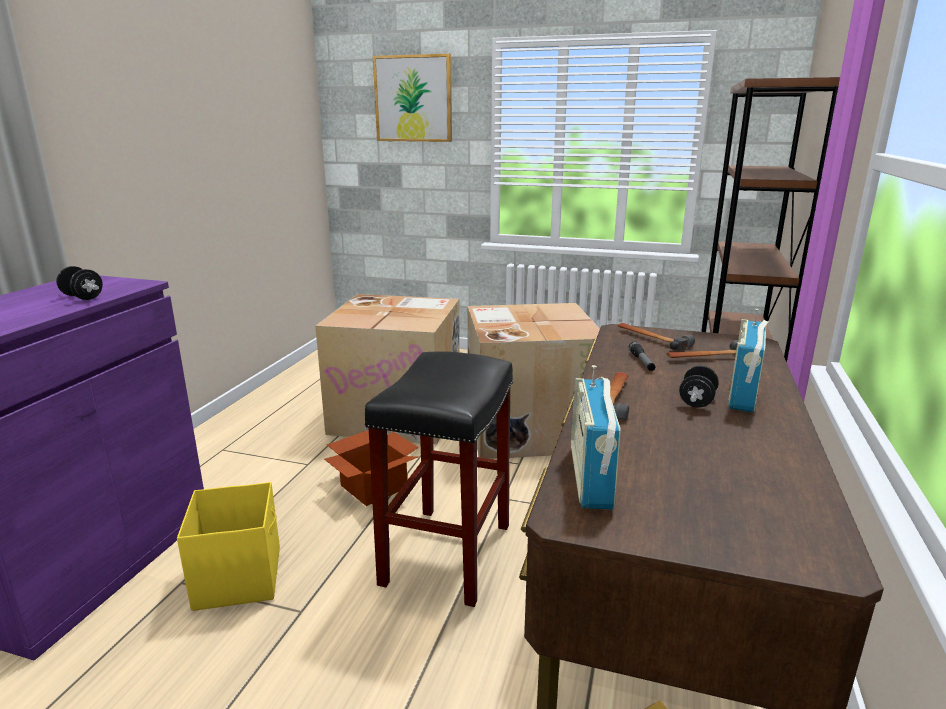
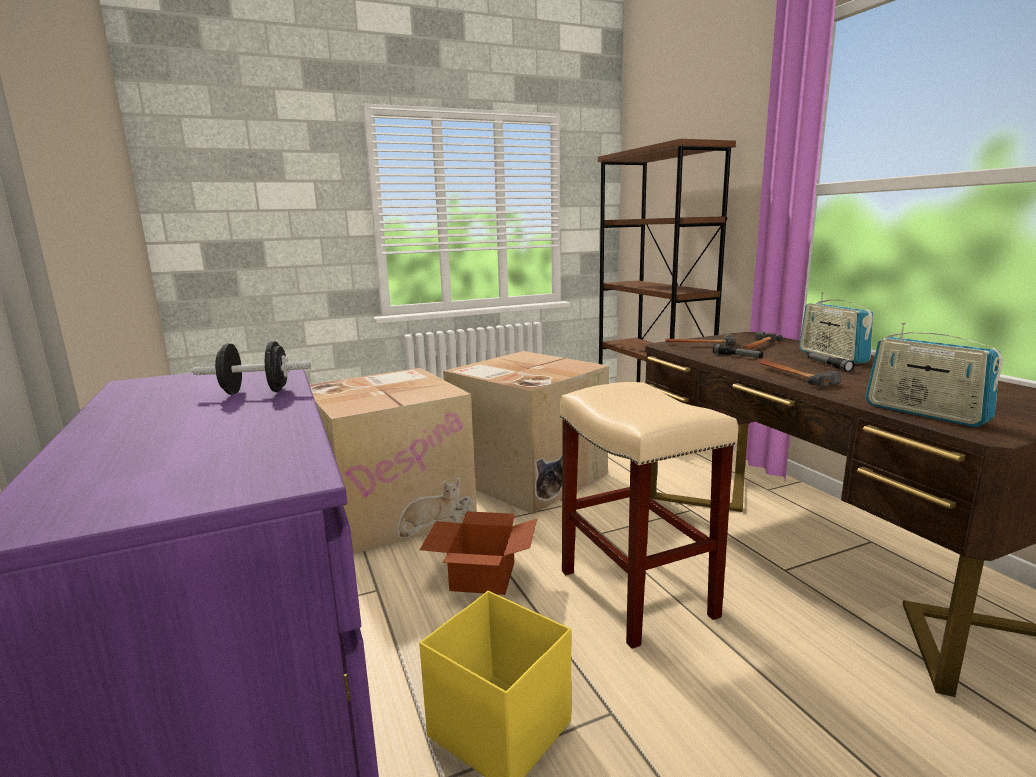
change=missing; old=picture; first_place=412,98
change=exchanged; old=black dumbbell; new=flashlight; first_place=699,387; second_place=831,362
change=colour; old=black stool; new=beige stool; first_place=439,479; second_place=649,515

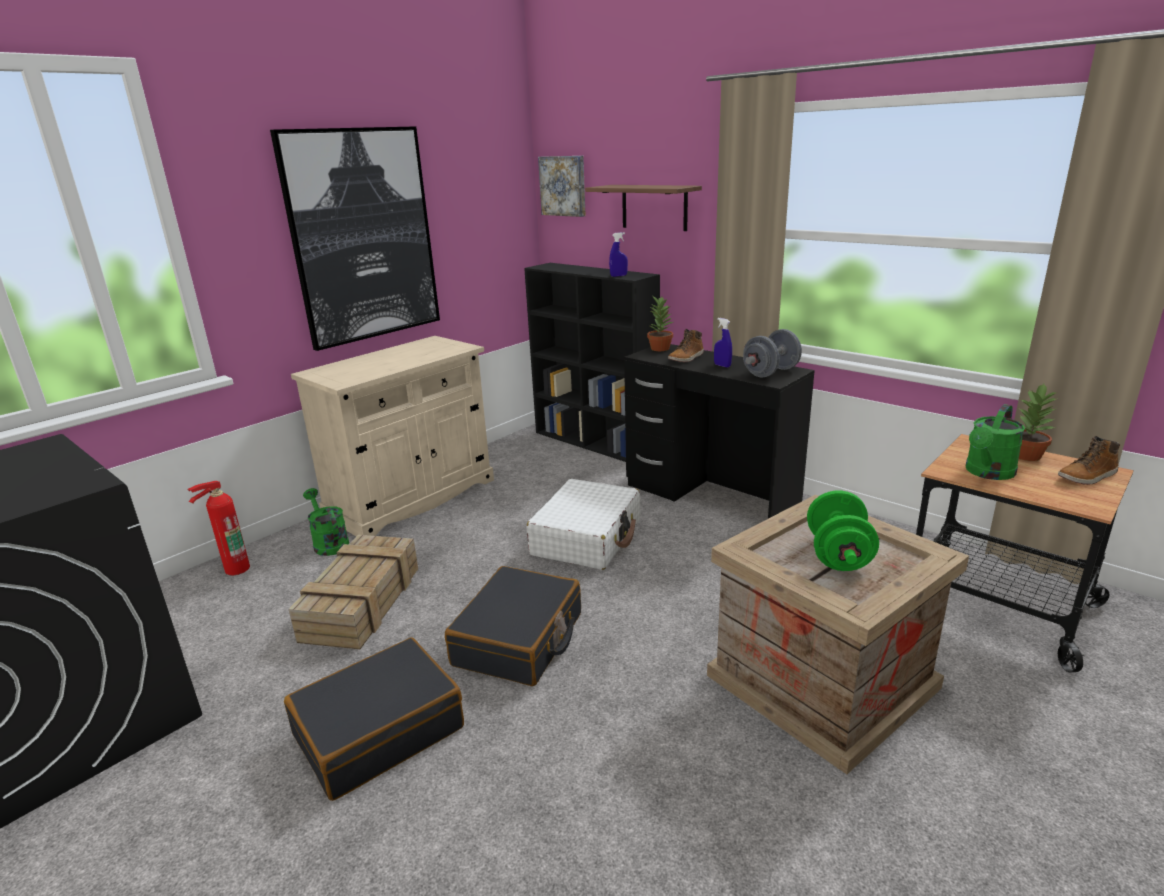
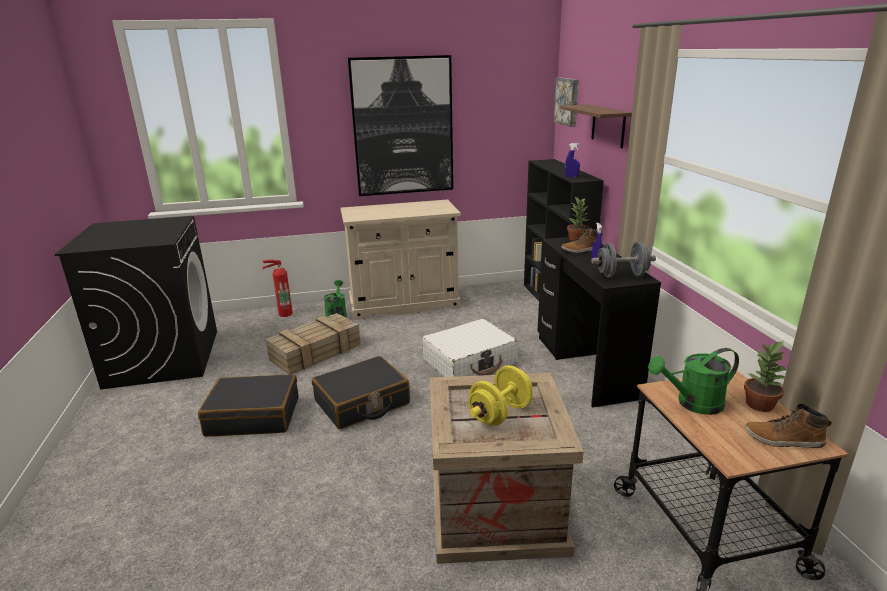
change=colour; old=green dumbbell; new=yellow dumbbell; first_place=843,530; second_place=500,395

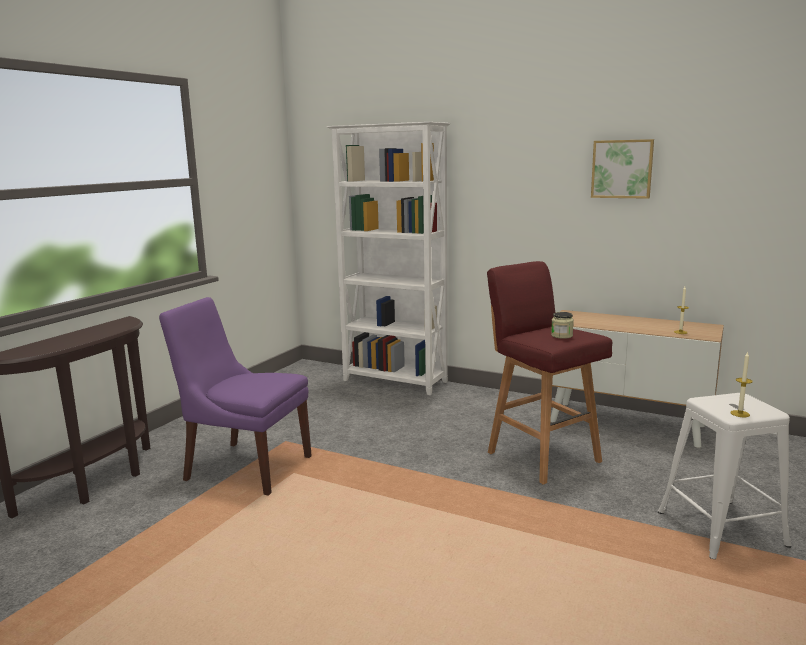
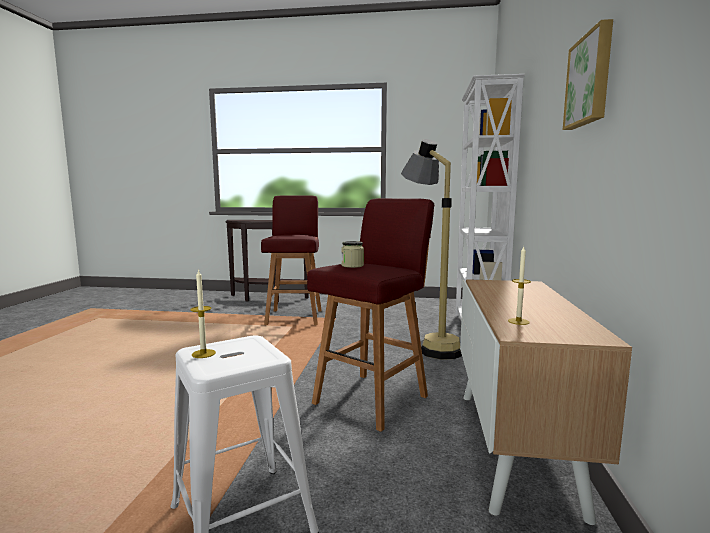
change=appeared; new=floor lamp; second_place=431,249
change=exchanged; old=purple chair; new=red stool; first_place=235,396; second_place=291,260

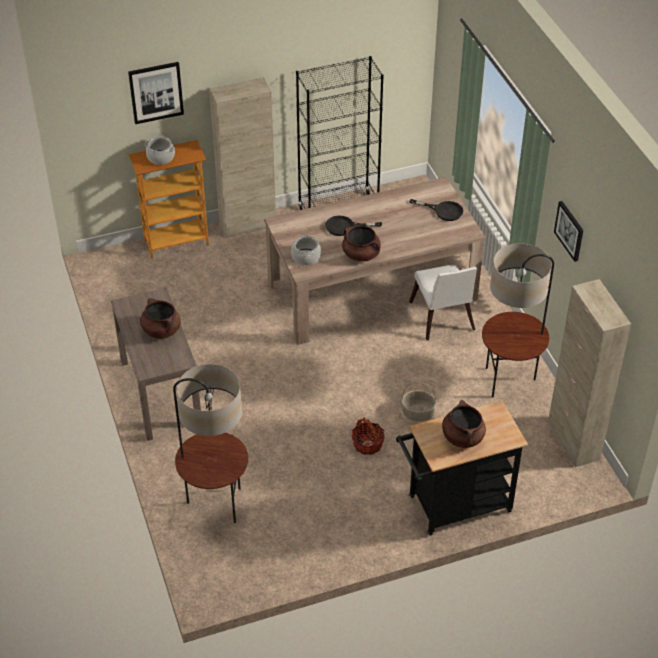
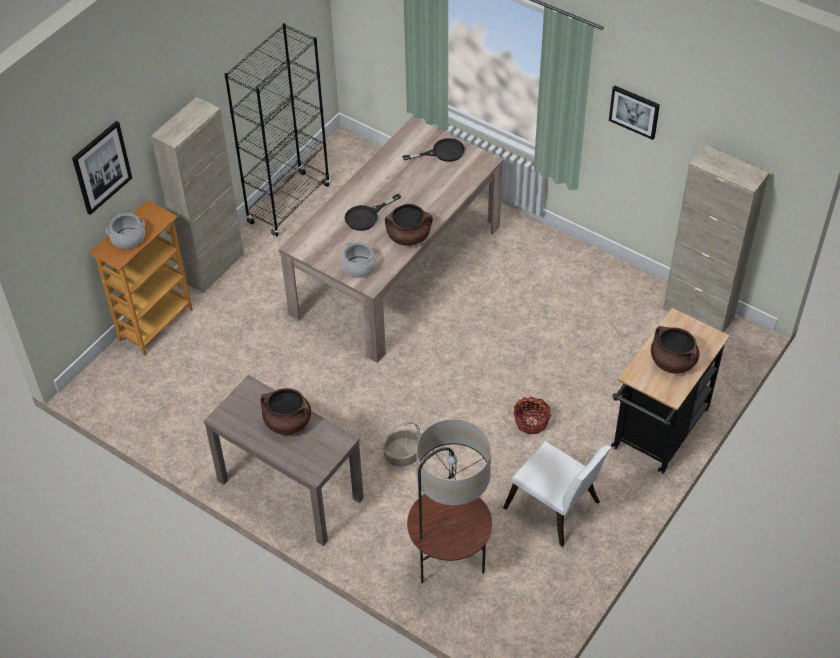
change=missing; old=floor lamp; first_place=518,320
change=relocated; old=basket; first_place=419,401; second_place=401,444
change=relocated; old=white chair; first_place=443,302; second_place=557,494

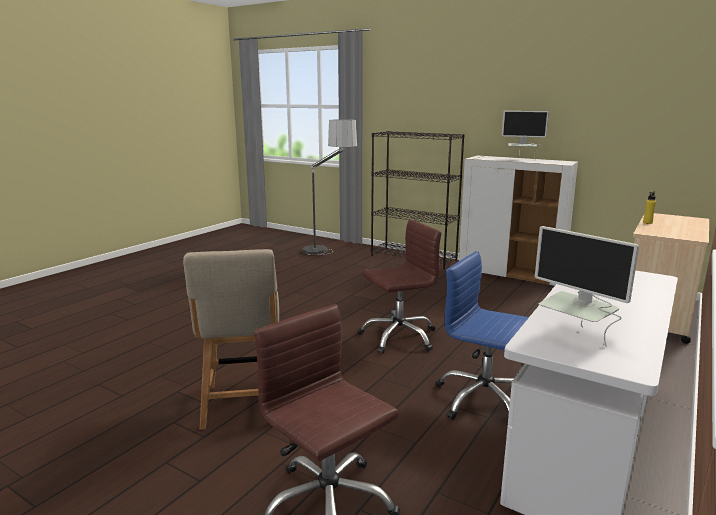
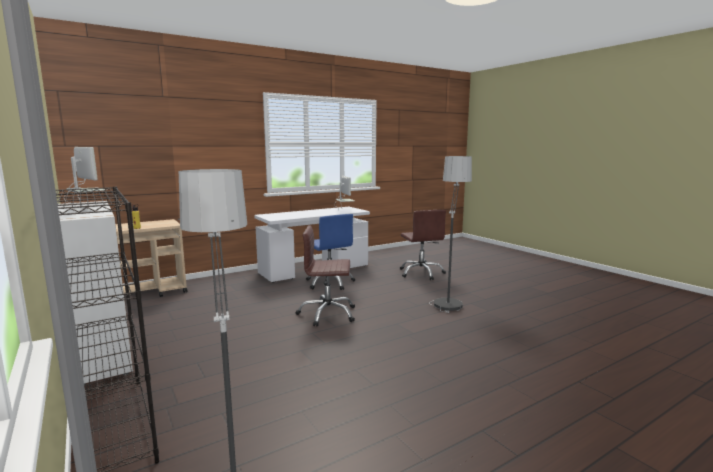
change=exchanged; old=beige chair; new=floor lamp; first_place=231,339; second_place=450,234

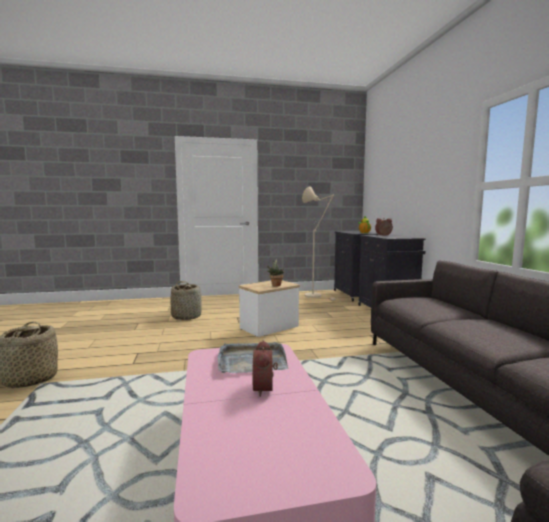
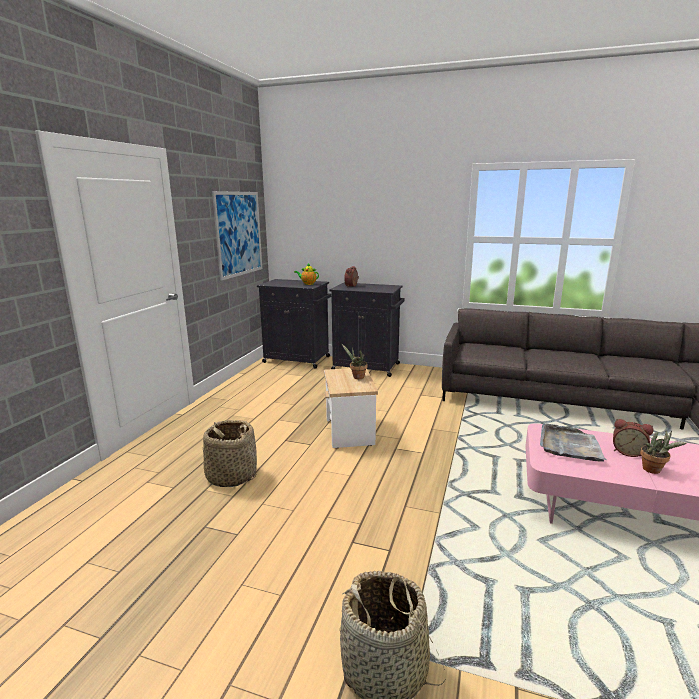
change=missing; old=beige floor lamp; first_place=319,243
change=appeared; new=picture; second_place=237,236
change=appeared; new=potted plant; second_place=663,452

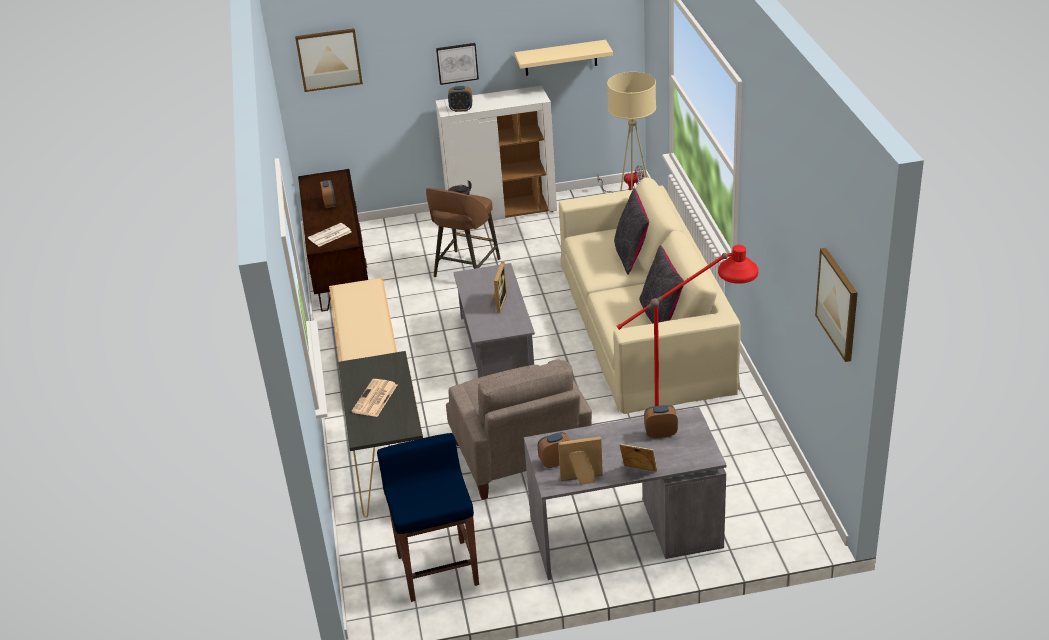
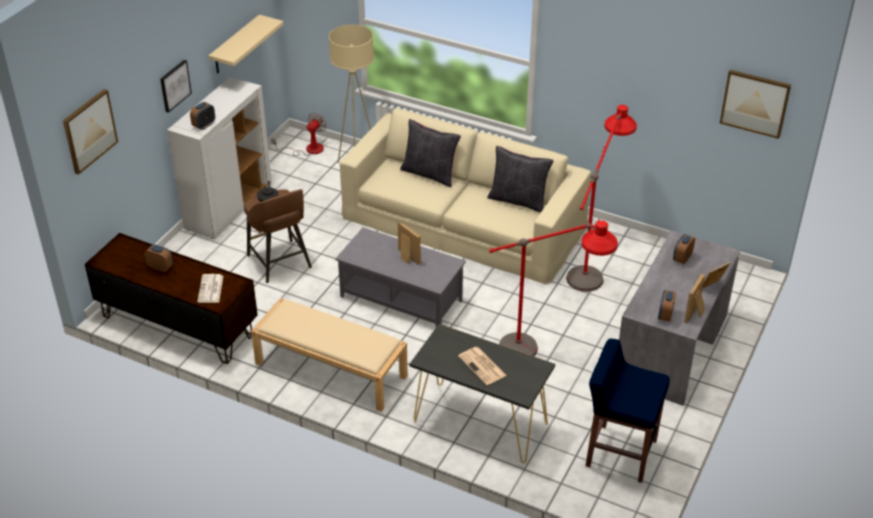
change=exchanged; old=beige armchair; new=red floor lamp; first_place=519,429; second_place=553,288

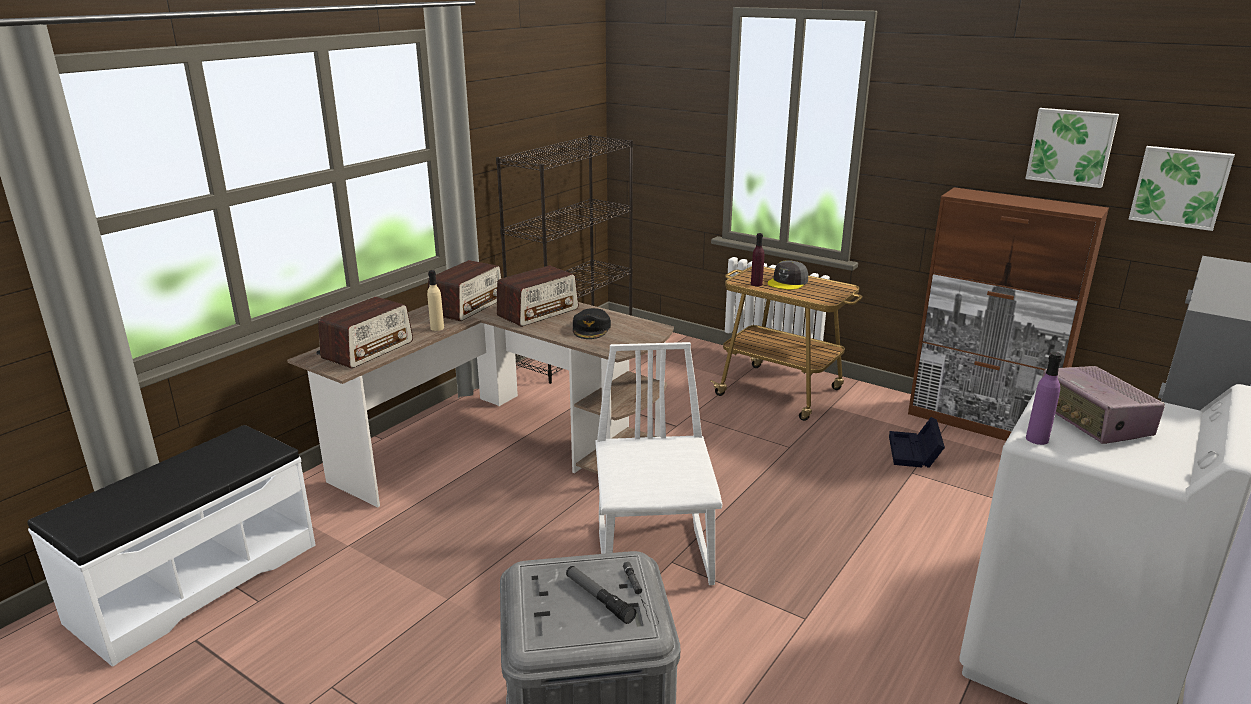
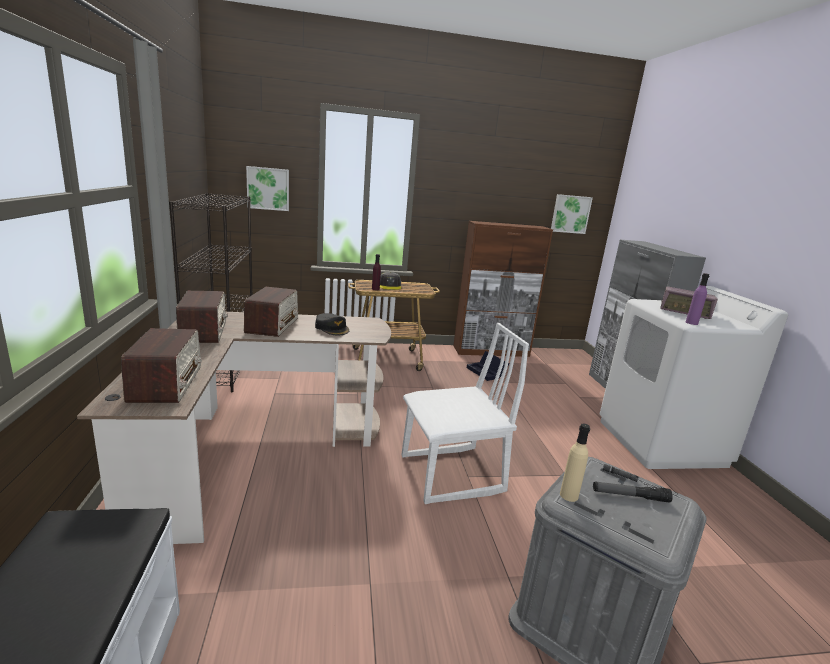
change=relocated; old=beige bottle; first_place=435,300; second_place=575,462
change=relocated; old=picture; first_place=1072,148; second_place=267,188
change=spun; old=white chair; first_place=659,463; second_place=465,413; degrees=120

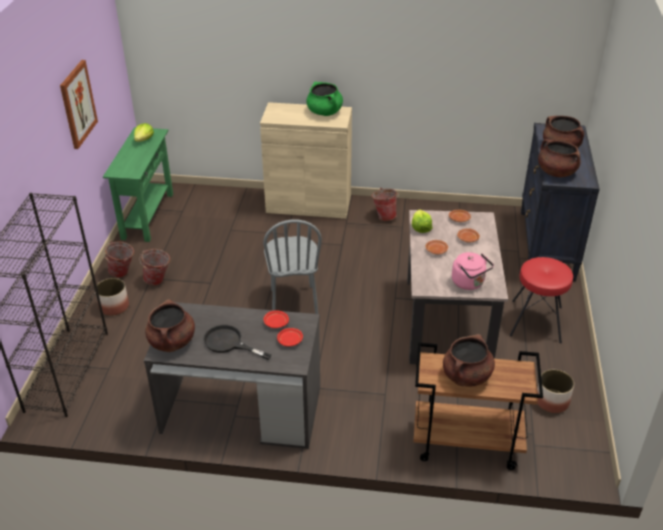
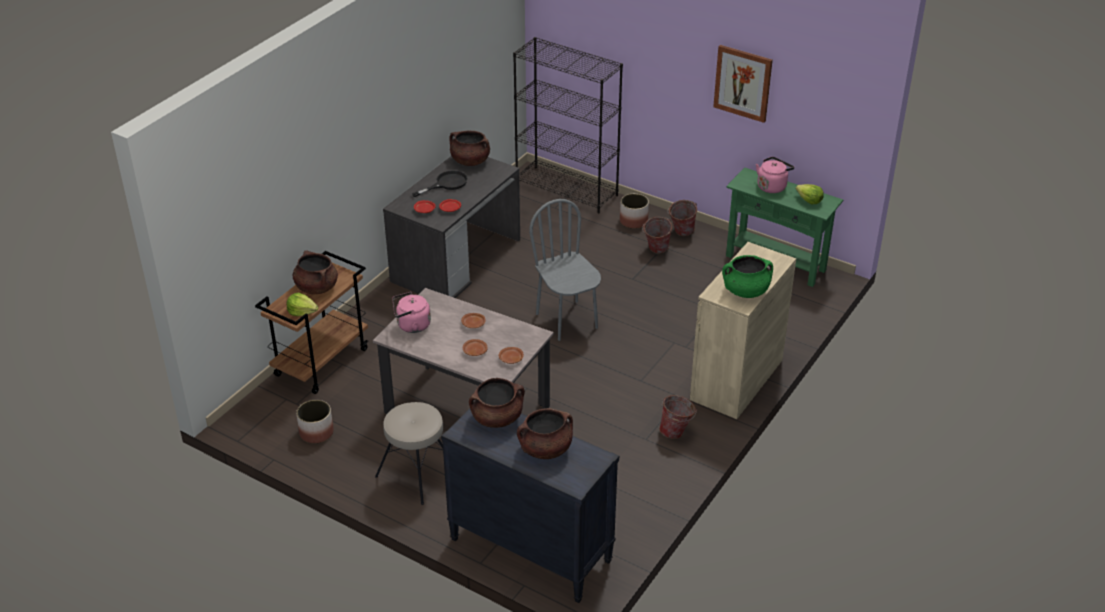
change=appeared; new=pink kettle; second_place=775,175
change=relocated; old=lettuce; first_place=422,221; second_place=302,304
change=colour; old=red stool; new=beige stool; first_place=541,300; second_place=409,453
change=spun; old=grey chair; first_place=292,266; second_place=565,270; degrees=45

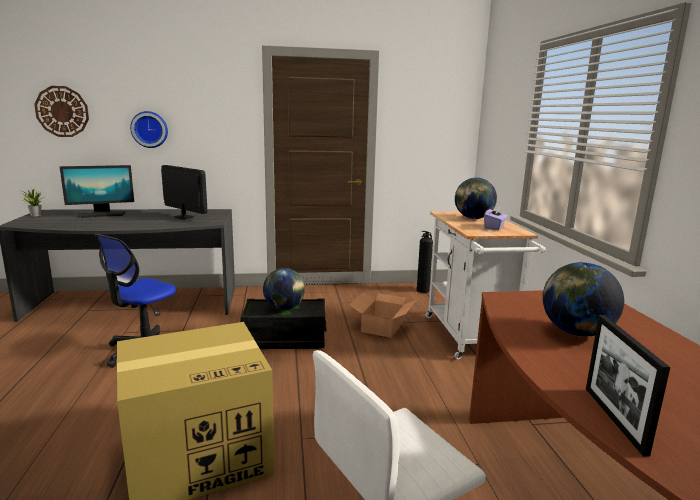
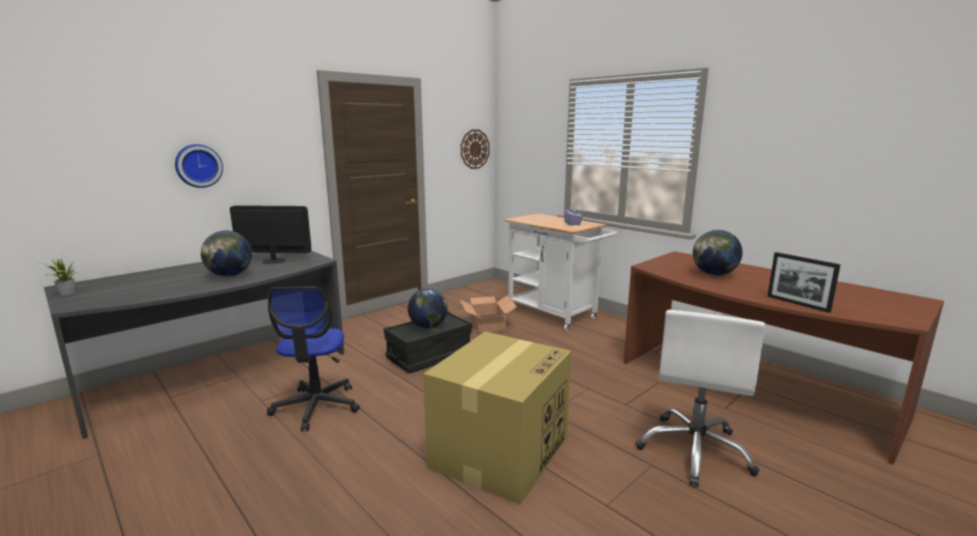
change=missing; old=monitor; first_place=97,191
change=missing; old=fire extinguisher; first_place=425,262
change=relocated; old=wall clock; first_place=61,111; second_place=475,149
change=relocated; old=globe; first_place=476,198; second_place=226,254

